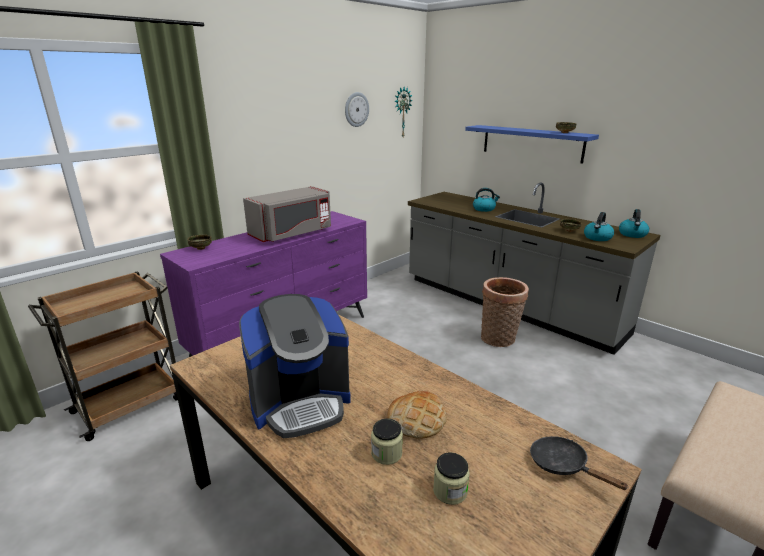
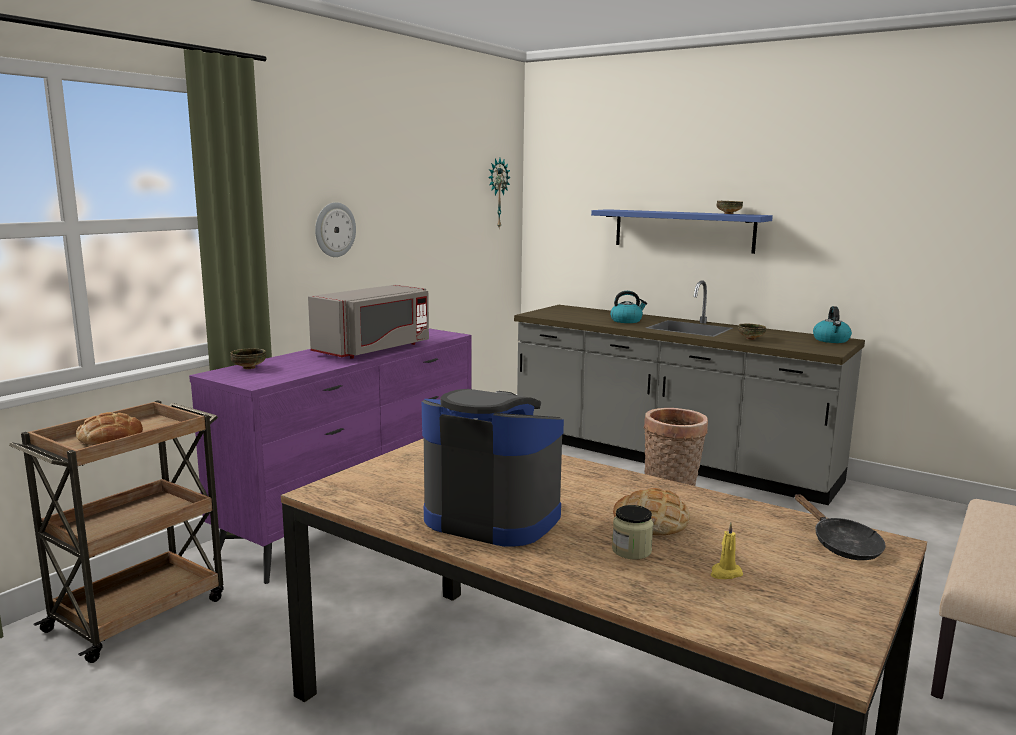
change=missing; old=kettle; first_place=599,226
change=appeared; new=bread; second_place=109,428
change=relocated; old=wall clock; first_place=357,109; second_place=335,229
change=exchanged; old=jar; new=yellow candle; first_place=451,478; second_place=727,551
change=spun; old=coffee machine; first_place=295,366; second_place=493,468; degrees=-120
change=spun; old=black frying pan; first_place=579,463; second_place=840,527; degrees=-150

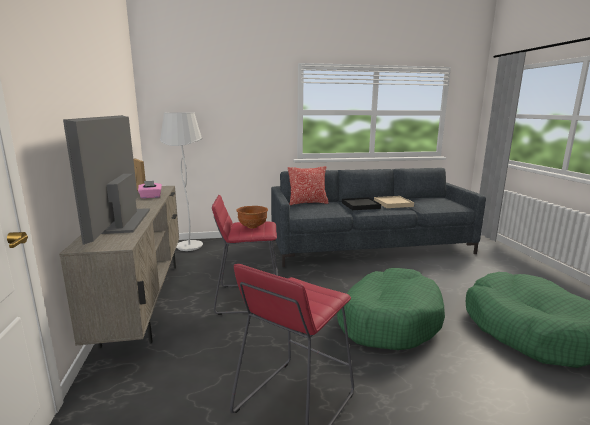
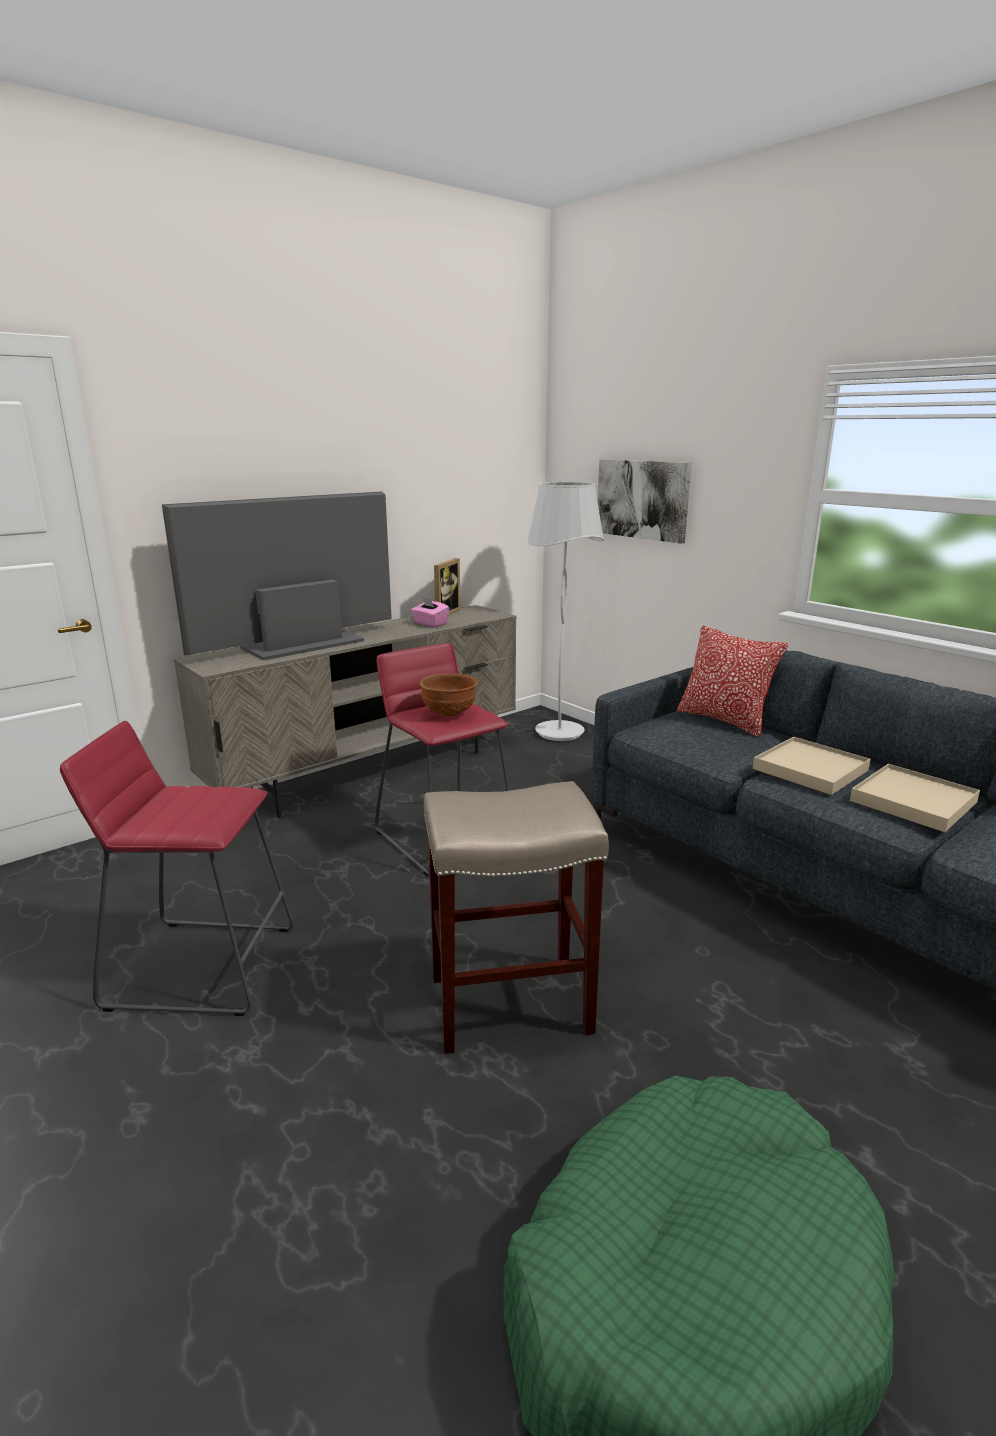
change=appeared; new=picture; second_place=644,501
change=exchanged; old=green dog bed; new=beige stool; first_place=391,309; second_place=516,917
change=colour; old=black tray; new=beige tray; first_place=361,203; second_place=812,766

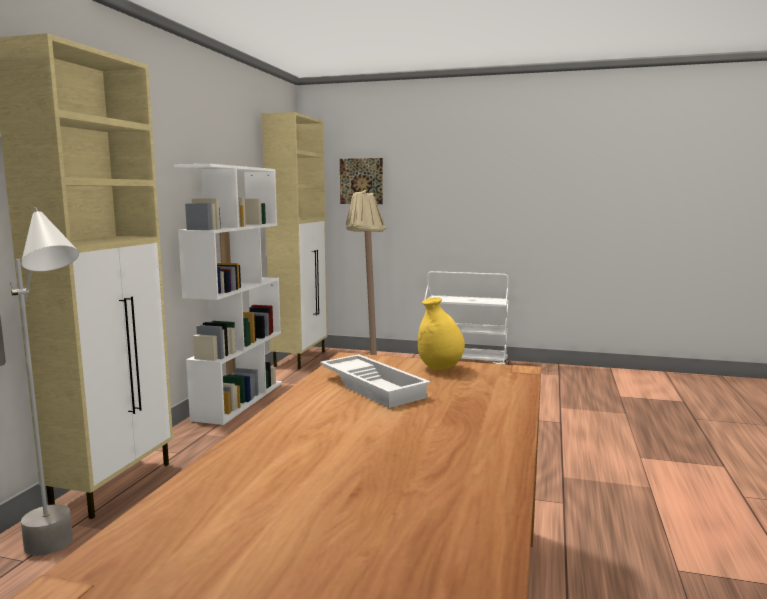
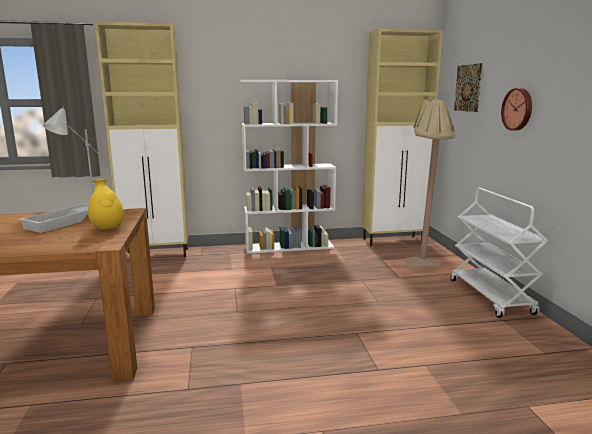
change=appeared; new=wall clock; second_place=516,109

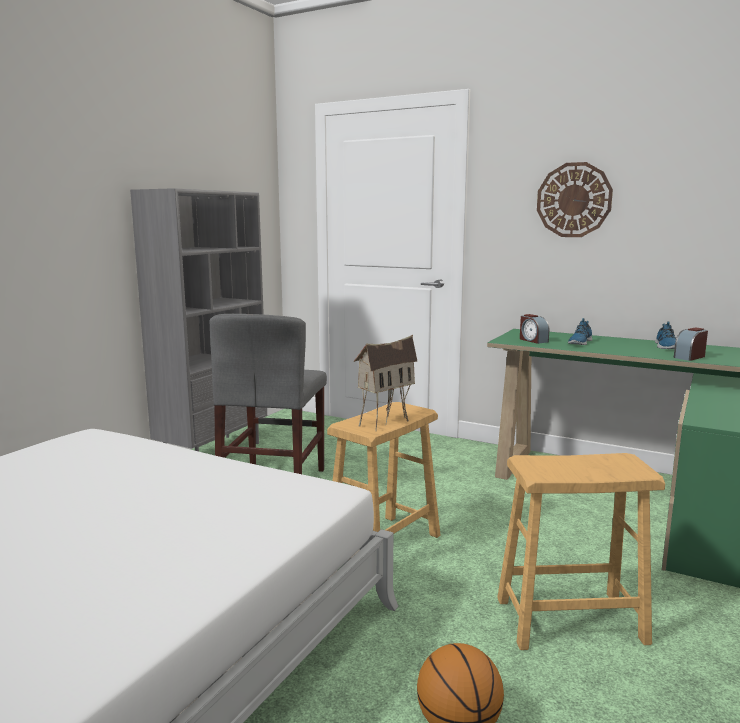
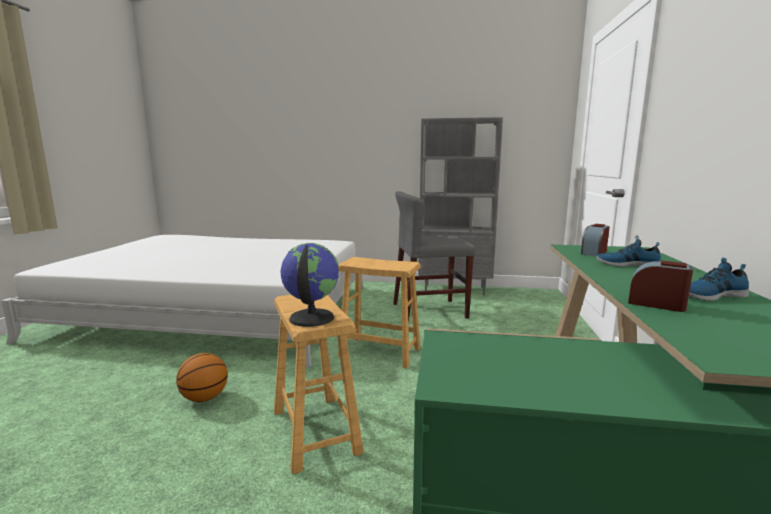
change=missing; old=toy house; first_place=385,383
change=missing; old=wall clock; first_place=575,199
change=appeared; new=globe; second_place=309,285

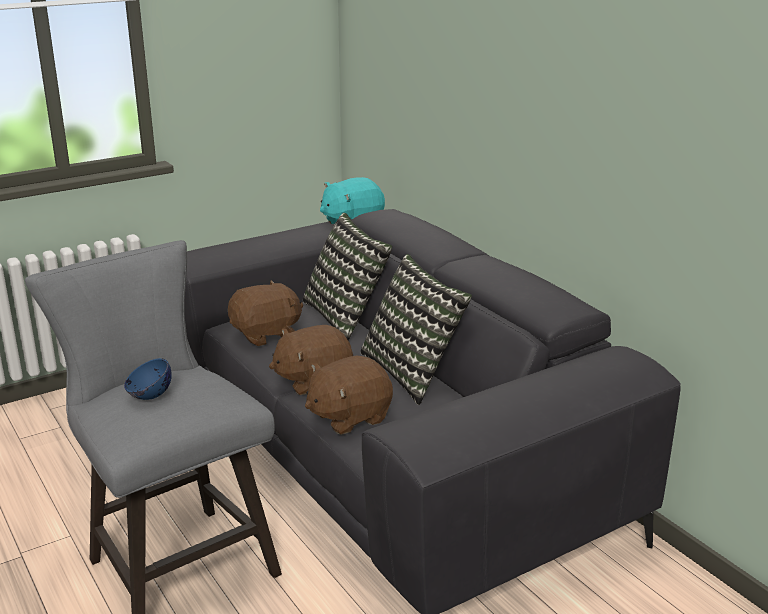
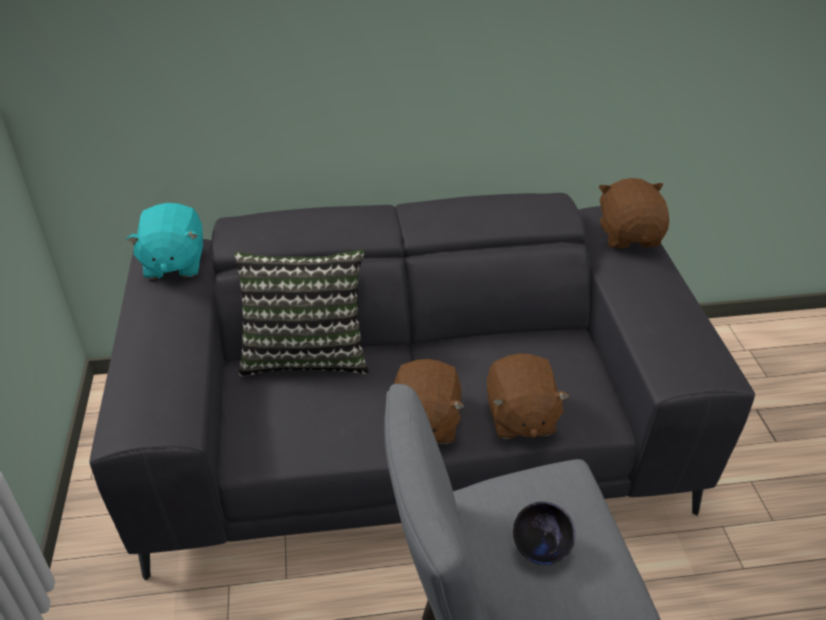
change=missing; old=pillow; first_place=416,329
change=relocated; old=brown plush toy; first_place=265,313; second_place=634,213
change=colour; old=blue bowl; new=black bowl; first_place=148,379; second_place=544,533

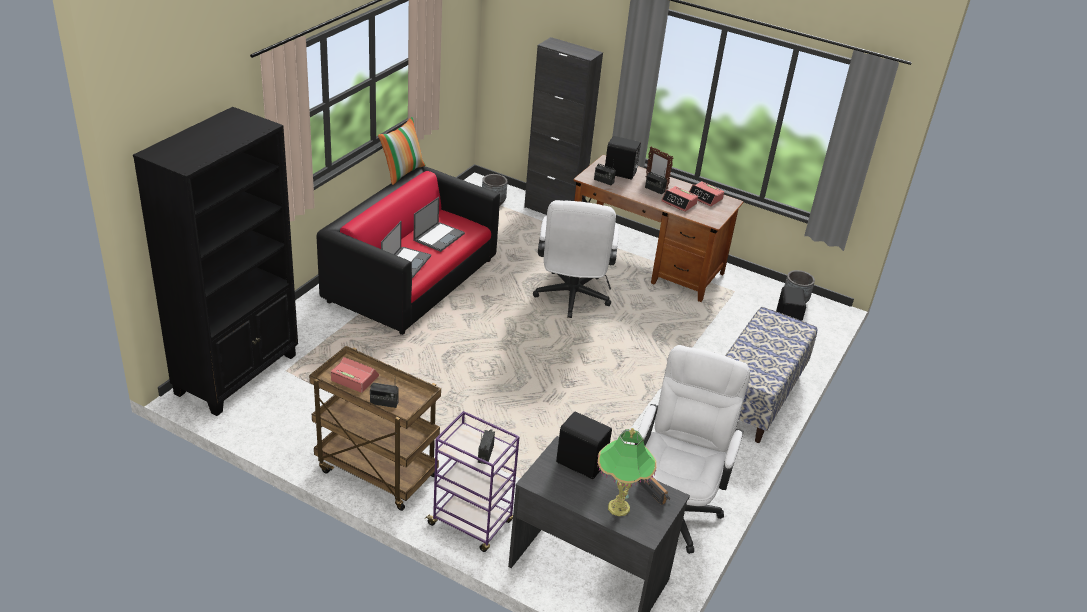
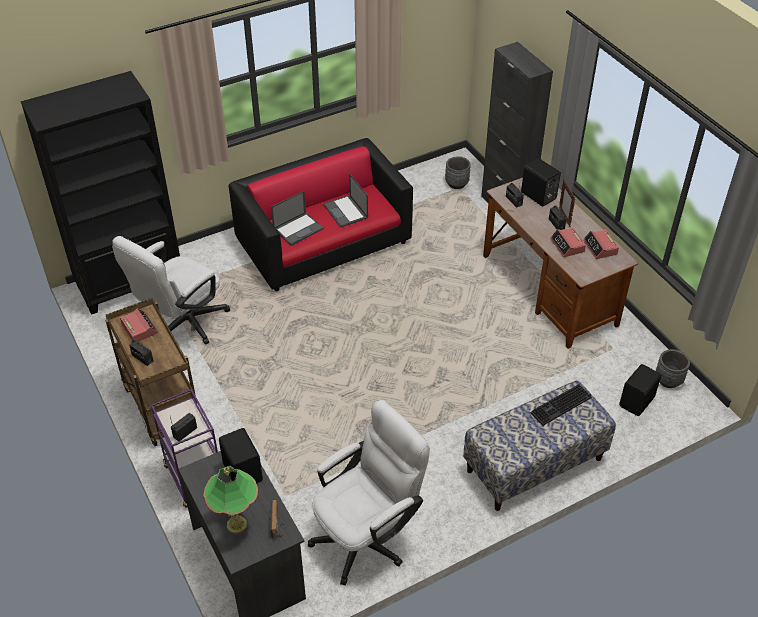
change=missing; old=pillow; first_place=402,151
change=appeared; new=keyboard; second_place=561,405
change=relocated; old=white office chair; first_place=576,259; second_place=171,290
change=spun; old=laptop; first_place=439,224; second_place=345,200; degrees=90

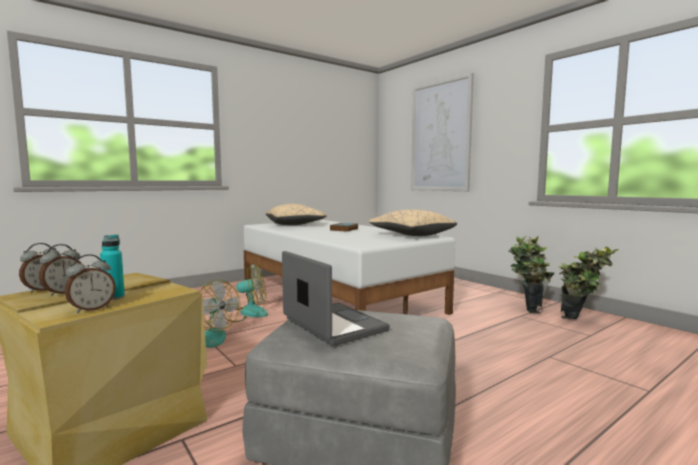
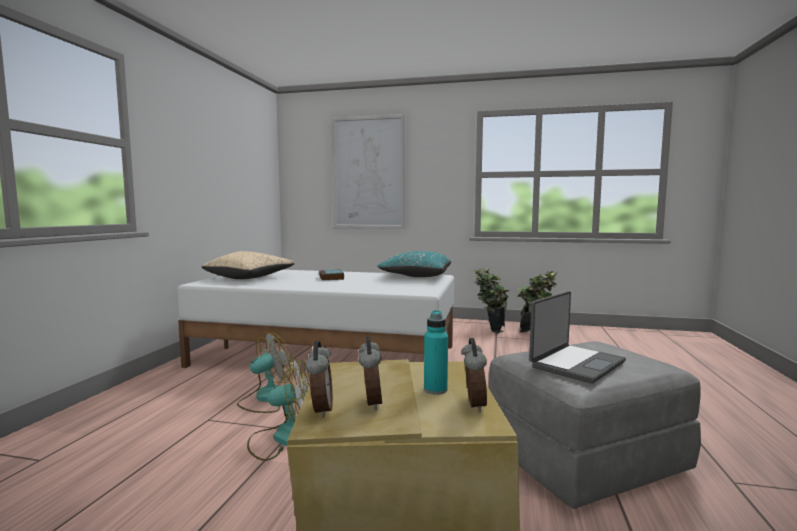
change=colour; old=beige pillow; new=turquoise pillow; first_place=413,223; second_place=414,264
change=spun; old=laptop; first_place=336,298; second_place=577,337; degrees=120

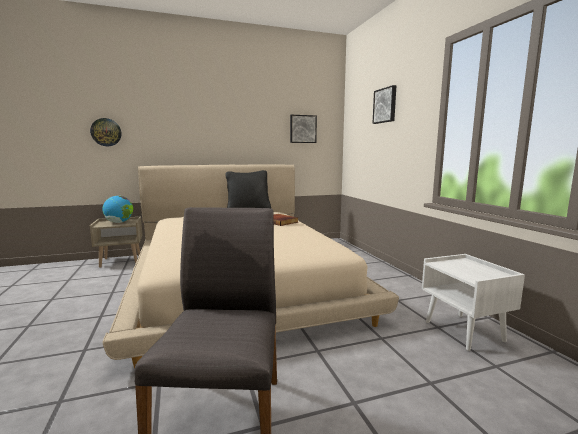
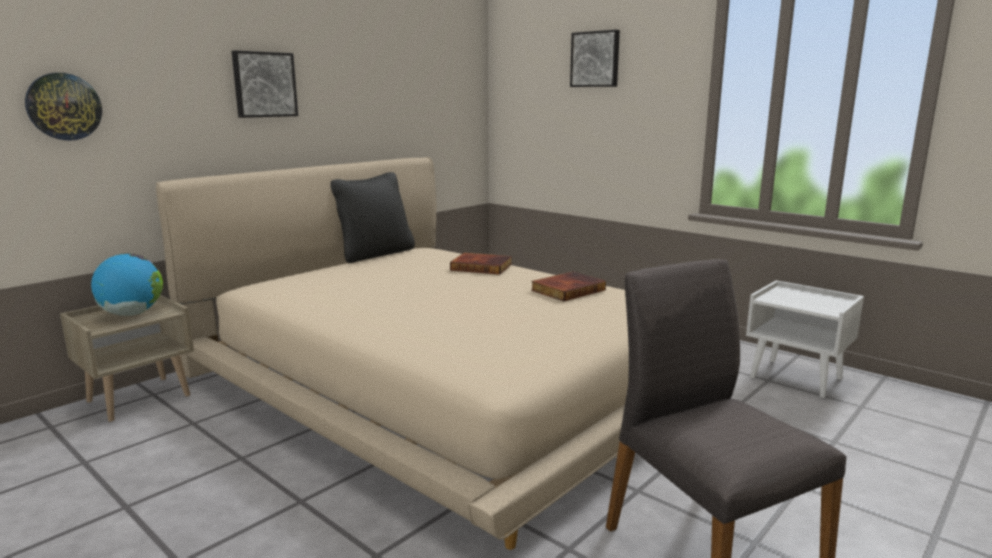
change=appeared; new=book; second_place=568,286
change=relocated; old=picture; first_place=303,129; second_place=265,84

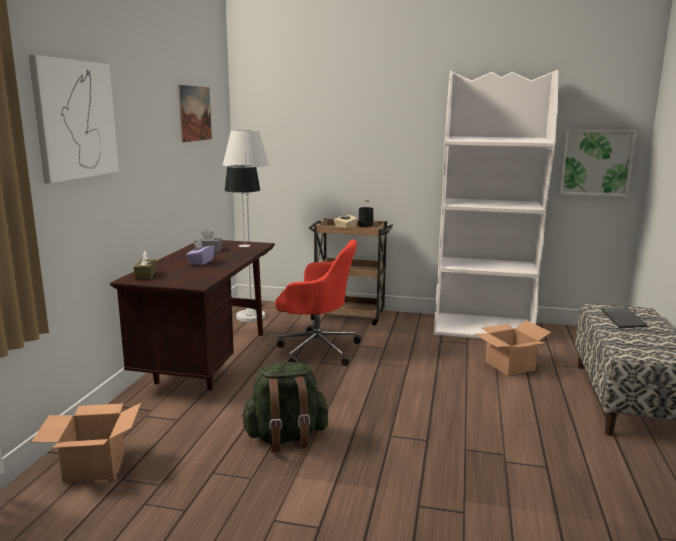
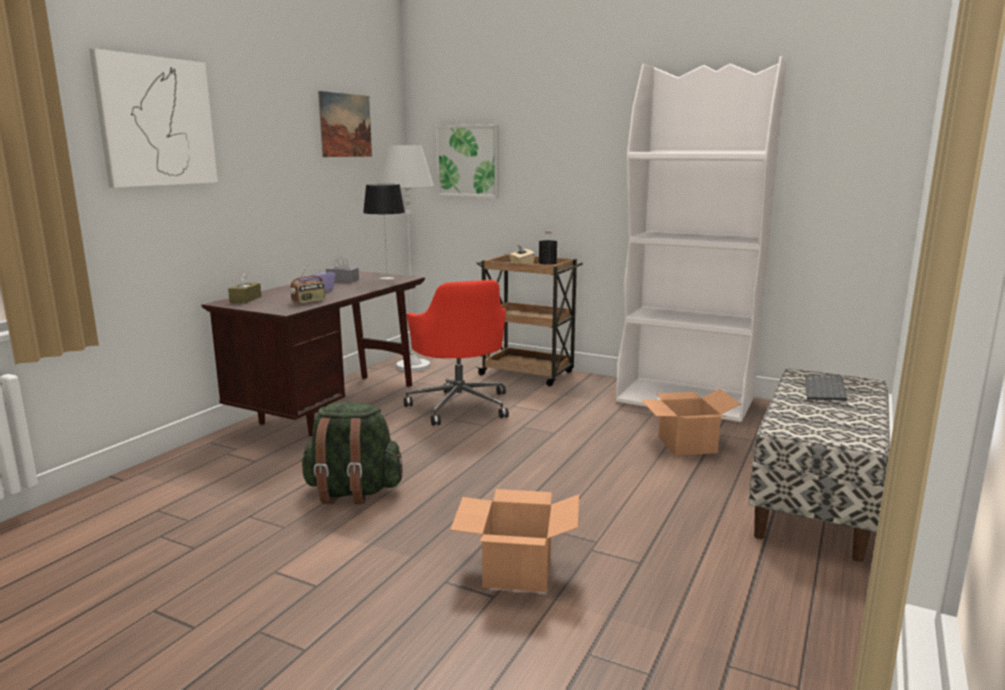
change=appeared; new=radio; second_place=307,284
change=relocated; old=cardboard box; first_place=86,442; second_place=514,540
change=relocated; old=picture; first_place=597,163; second_place=467,161
change=spun; old=red office chair; first_place=318,302; second_place=456,353; degrees=45

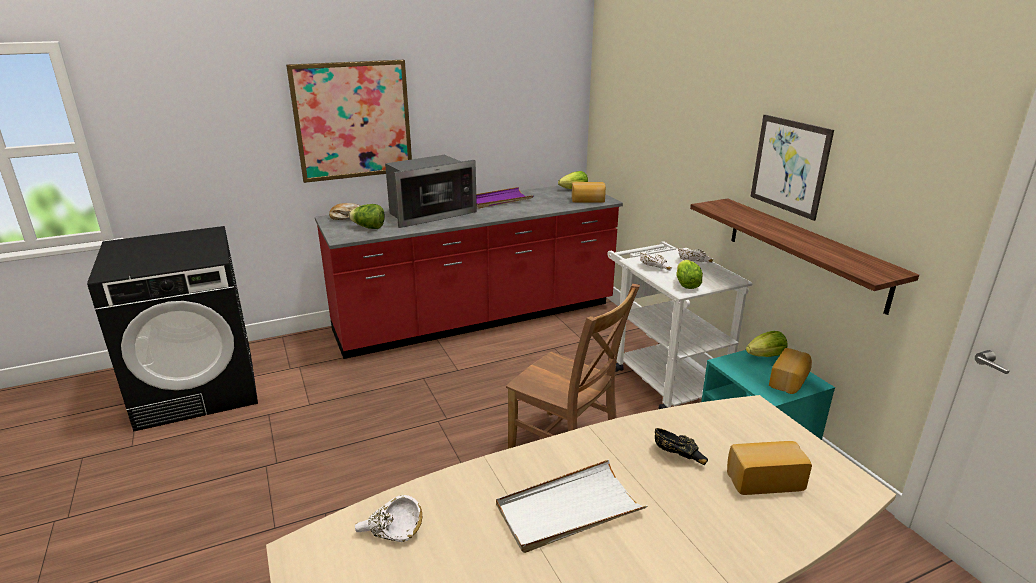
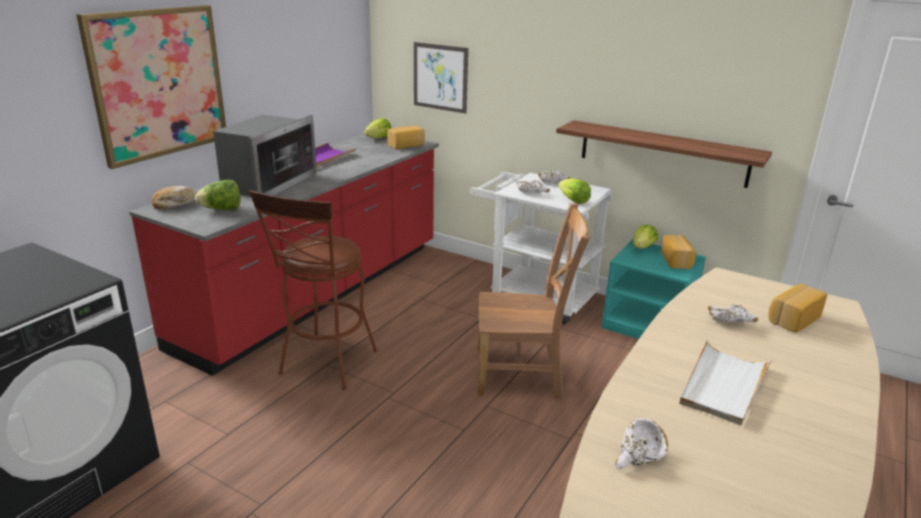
change=appeared; new=brown stool; second_place=313,290
change=relocated; old=picture; first_place=792,168; second_place=441,78
change=colour; old=black bowl; new=white bowl; first_place=681,446; second_place=733,313

